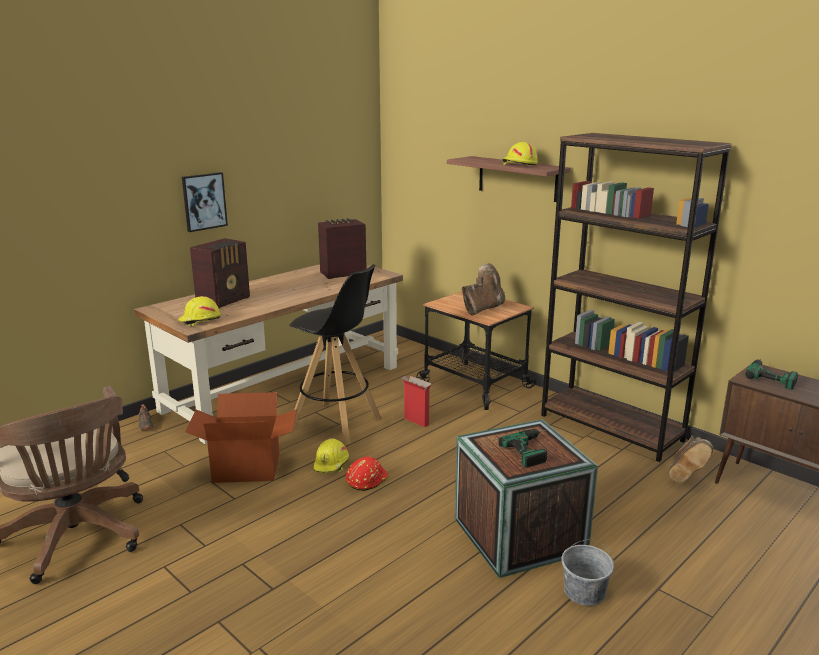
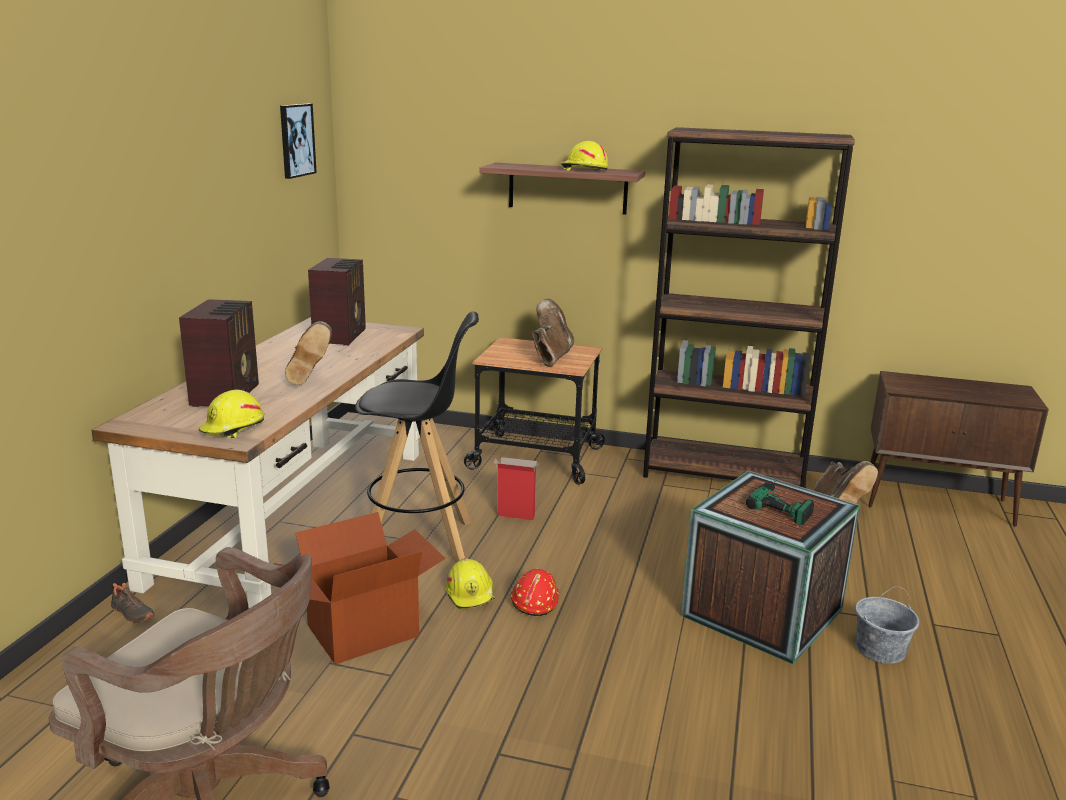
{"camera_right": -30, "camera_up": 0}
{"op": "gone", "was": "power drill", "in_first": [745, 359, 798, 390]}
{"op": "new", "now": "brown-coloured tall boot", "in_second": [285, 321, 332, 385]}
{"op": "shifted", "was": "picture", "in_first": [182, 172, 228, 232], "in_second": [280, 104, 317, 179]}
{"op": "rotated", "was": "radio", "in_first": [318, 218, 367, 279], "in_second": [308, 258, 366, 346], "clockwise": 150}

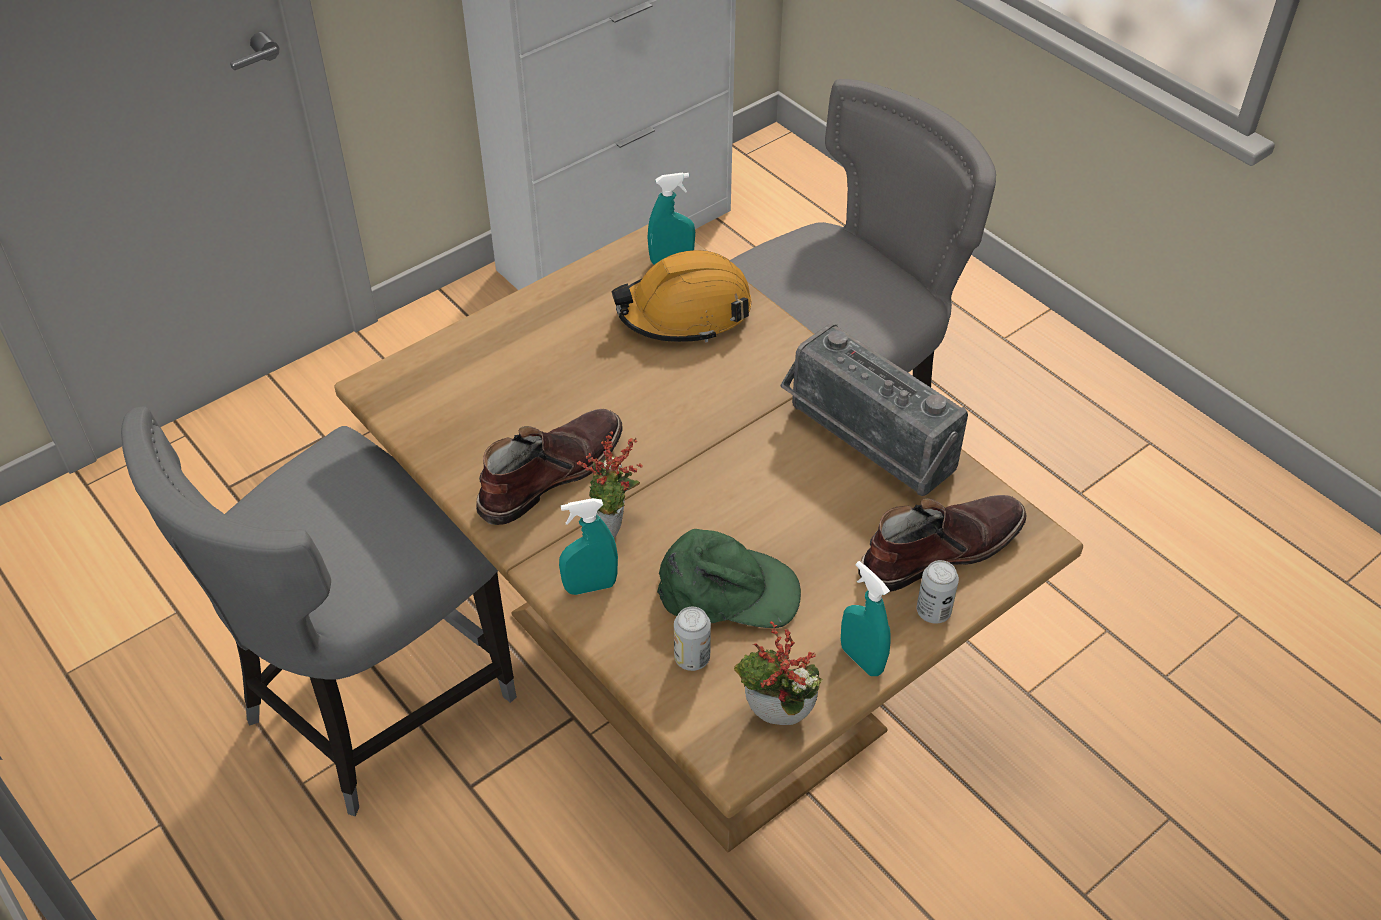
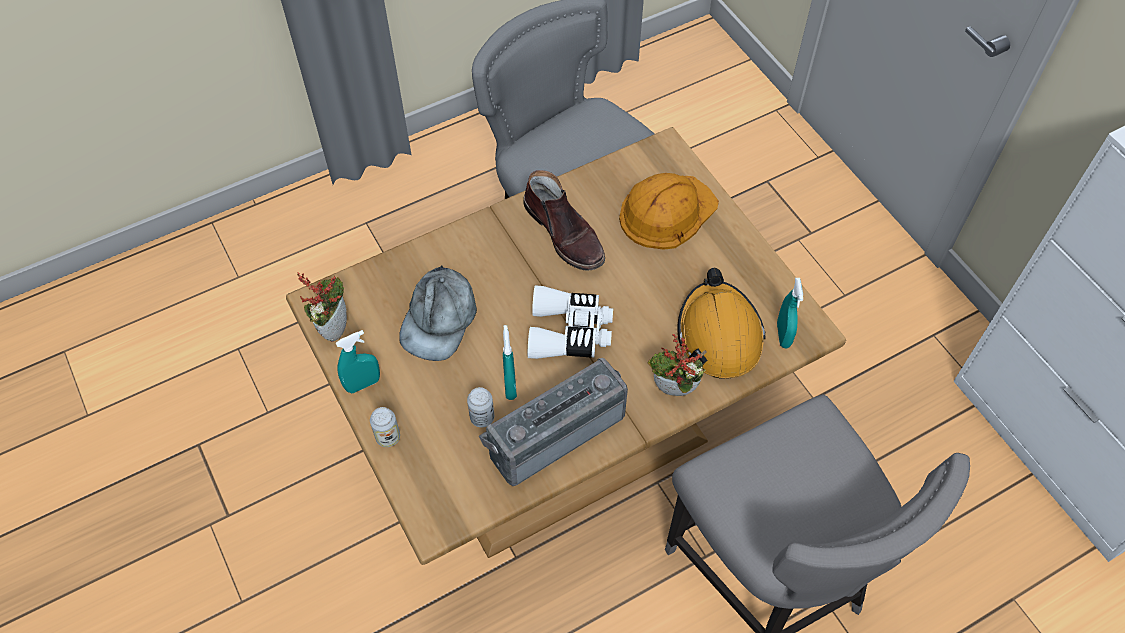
{"camera_right": 100, "camera_up": 10}
{"op": "gone", "was": "brown-coloured tall boot", "in_first": [858, 495, 1026, 592]}
{"op": "new", "now": "whitish field glasses", "in_second": [528, 286, 613, 359]}
{"op": "new", "now": "orangey safety helmet", "in_second": [619, 173, 719, 250]}
{"op": "shifted", "was": "turquoise-coloured hand sprayer", "in_first": [559, 498, 618, 595], "in_second": [503, 325, 517, 400]}
{"op": "shifted", "was": "houseplant", "in_first": [577, 431, 642, 538], "in_second": [648, 334, 705, 396]}
{"op": "shifted", "was": "metal can", "in_first": [674, 607, 711, 671], "in_second": [467, 387, 494, 428]}
{"op": "repainted", "was": "green cap", "now": "gray cap", "in_first": [657, 529, 801, 628], "in_second": [399, 266, 477, 361]}

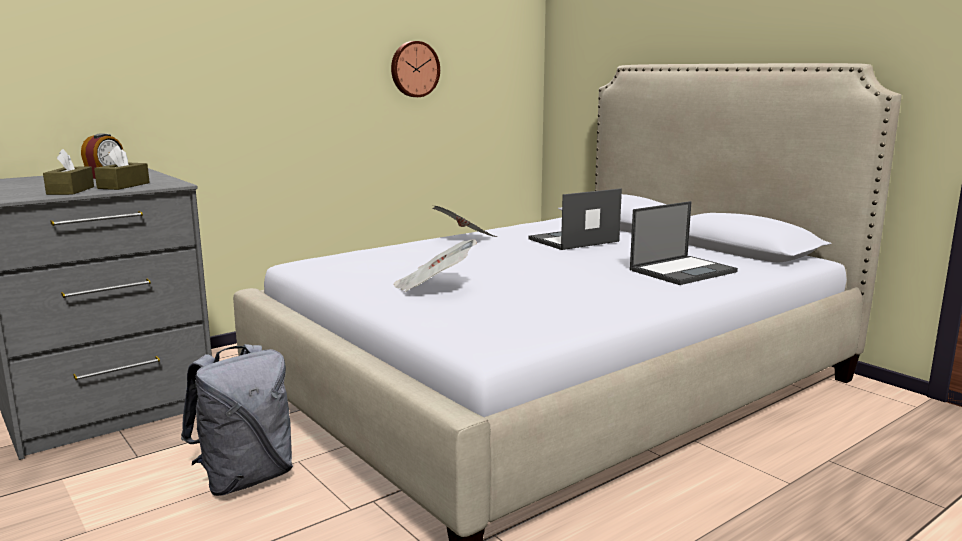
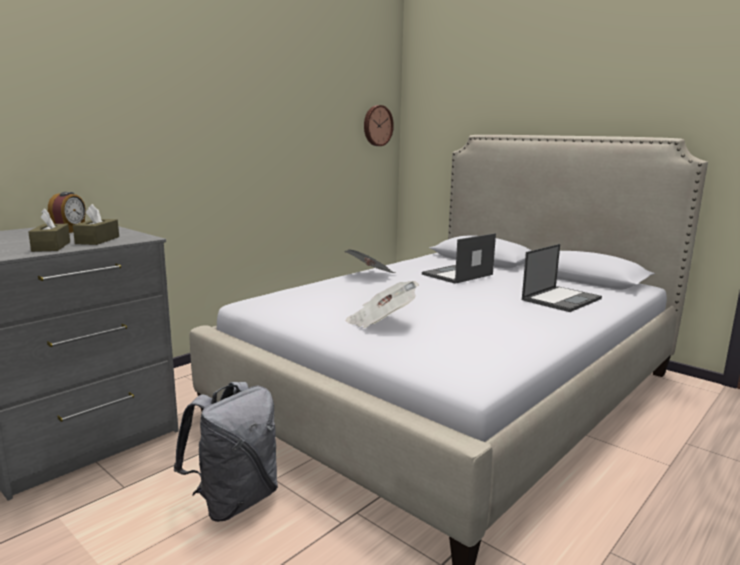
{"camera_right": -10, "camera_up": 0}
{"op": "shifted", "was": "wall clock", "in_first": [391, 41, 440, 97], "in_second": [364, 105, 394, 146]}

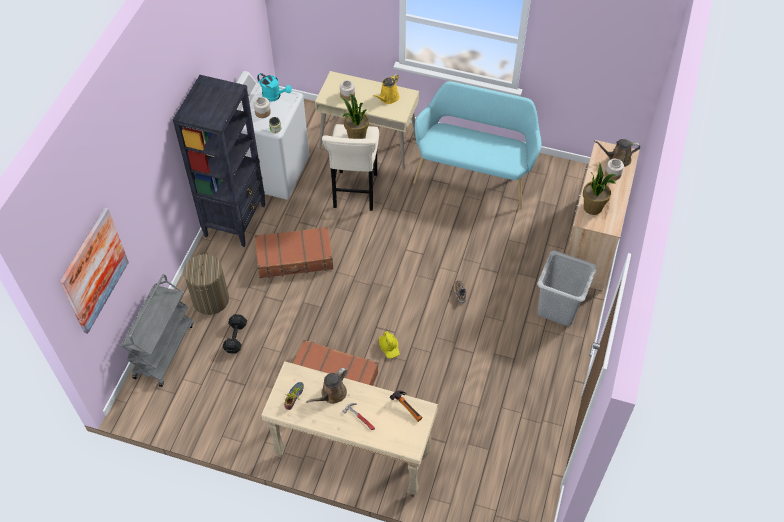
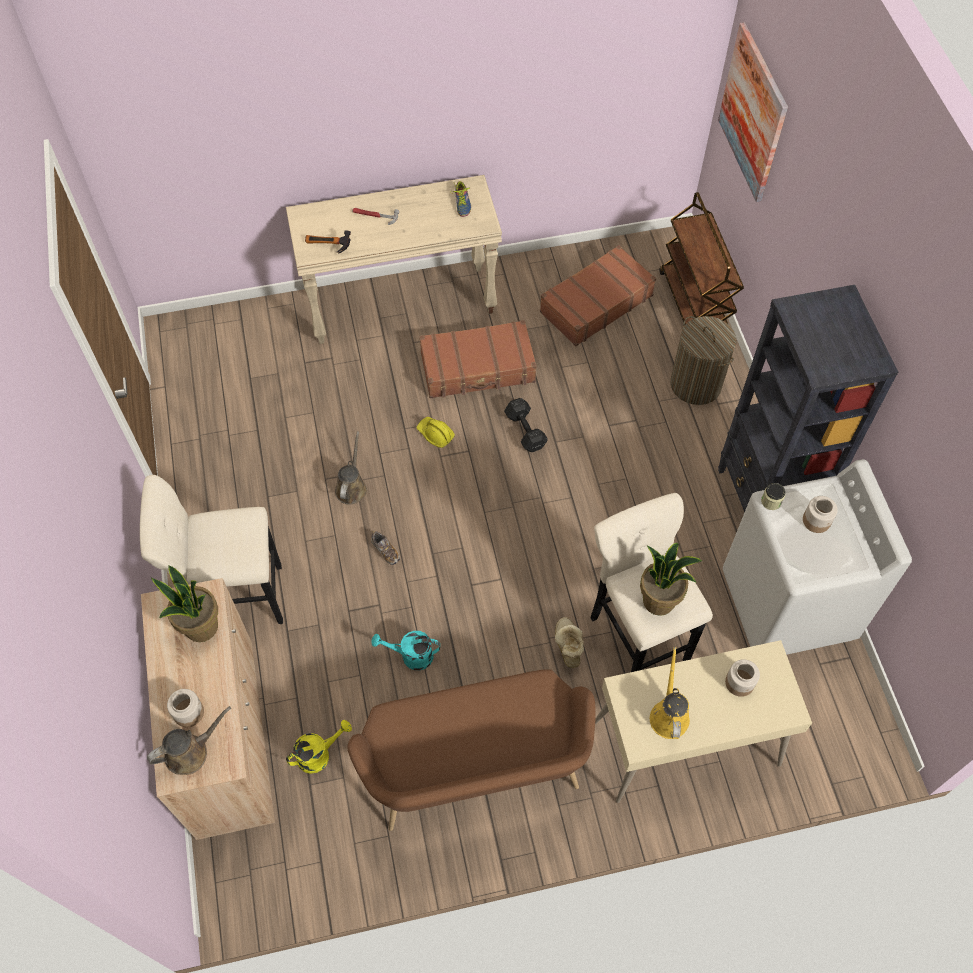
{"camera_right": 150, "camera_up": 5}
{"op": "new", "now": "yellowish sprinkling can", "in_second": [286, 720, 352, 774]}
{"op": "new", "now": "tall boot", "in_second": [555, 617, 584, 668]}
{"op": "shifted", "was": "black-coloured free weight", "in_first": [222, 314, 247, 354], "in_second": [504, 398, 548, 452]}
{"op": "shifted", "was": "brown-coloured piece of luggage", "in_first": [255, 226, 333, 278], "in_second": [540, 245, 656, 346]}
{"op": "shifted", "was": "turquoise-coloured sprinkling can", "in_first": [257, 73, 292, 102], "in_second": [371, 631, 440, 670]}
{"op": "shifted", "was": "brown-coloured sprinkling can", "in_first": [307, 368, 347, 404], "in_second": [335, 431, 367, 504]}
{"op": "swapped", "was": "gray laundry basket", "now": "sand-coloured stool seat", "in_first": [537, 250, 597, 326], "in_second": [140, 475, 283, 624]}
{"op": "repainted", "was": "gray wheeled cart", "now": "brown-coloured wheeled cart", "in_first": [121, 274, 194, 387], "in_second": [659, 192, 744, 324]}
{"op": "repainted", "was": "turquoise-coloured indoor bench", "now": "brown-coloured indoor bench", "in_first": [413, 81, 541, 209], "in_second": [348, 669, 596, 831]}

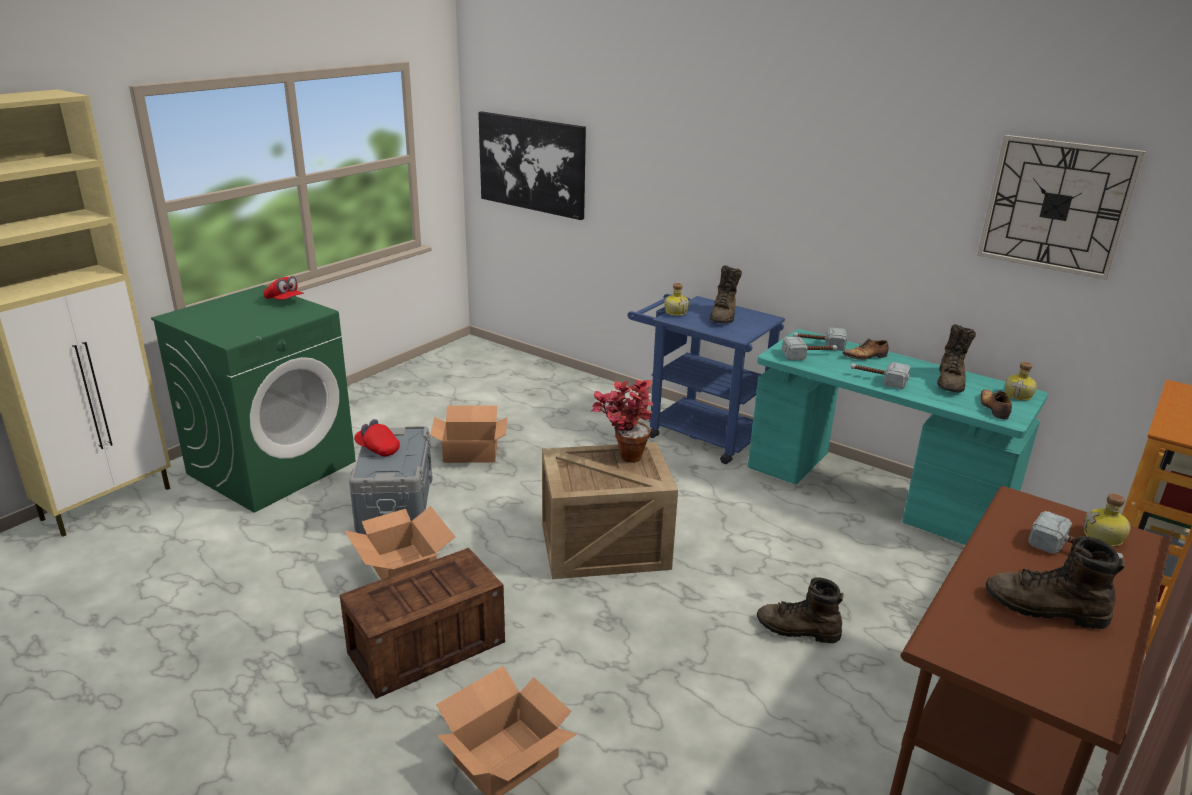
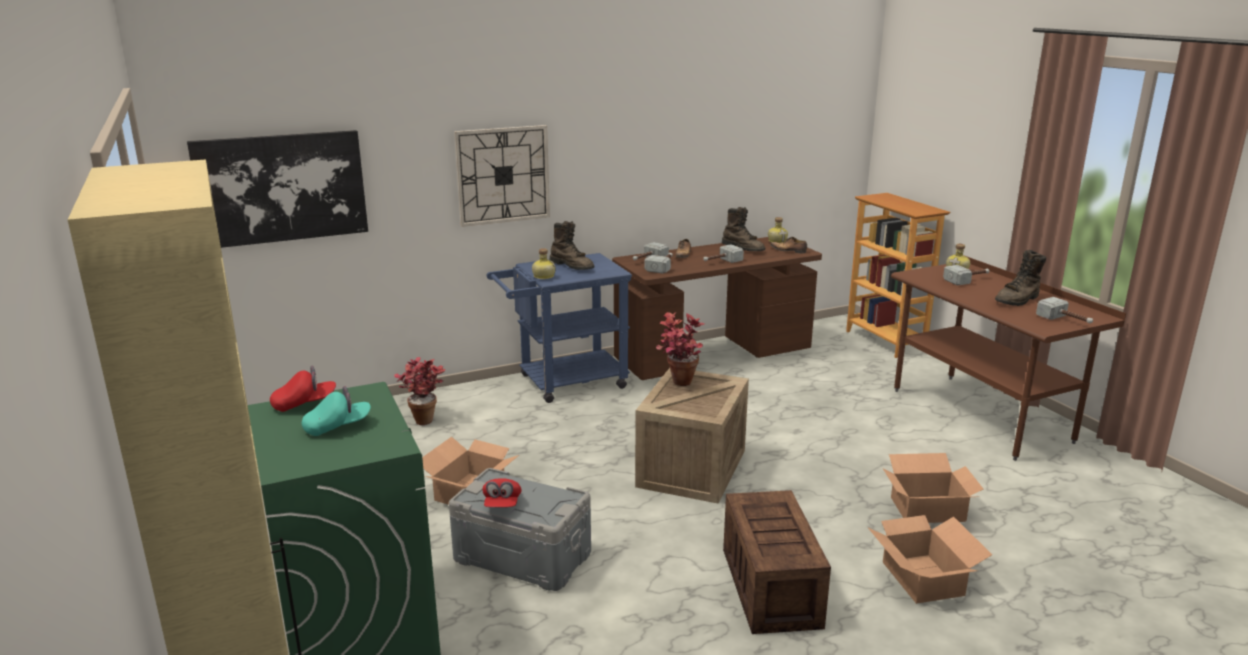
{"camera_right": -60, "camera_up": -5}
{"op": "gone", "was": "brown-coloured tall boot", "in_first": [757, 577, 844, 643]}
{"op": "new", "now": "turquoise-coloured cap", "in_second": [302, 386, 371, 436]}
{"op": "new", "now": "houseplant", "in_second": [394, 357, 445, 425]}
{"op": "new", "now": "hammer", "in_second": [1036, 297, 1093, 324]}
{"op": "shifted", "was": "carton", "in_first": [344, 506, 455, 579], "in_second": [883, 453, 983, 523]}
{"op": "shifted", "was": "wall clock", "in_first": [977, 135, 1146, 280], "in_second": [454, 125, 550, 227]}
{"op": "repainted", "was": "turquoise-coloured desk unit", "now": "brown-coloured desk unit", "in_first": [748, 329, 1048, 545], "in_second": [612, 237, 822, 380]}
{"op": "rotated", "was": "reddish cap", "in_first": [354, 419, 400, 457], "in_second": [482, 478, 522, 507], "clockwise": -60}

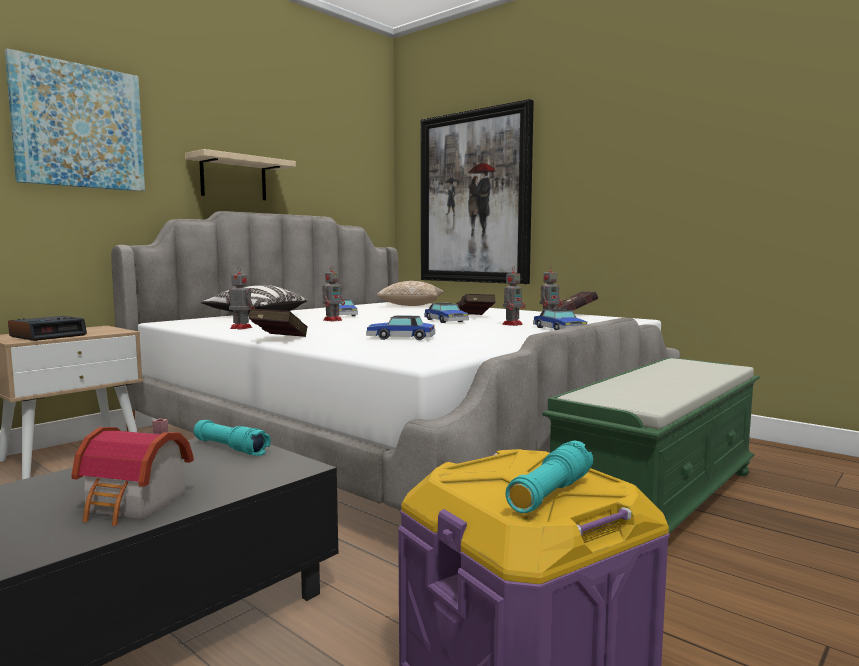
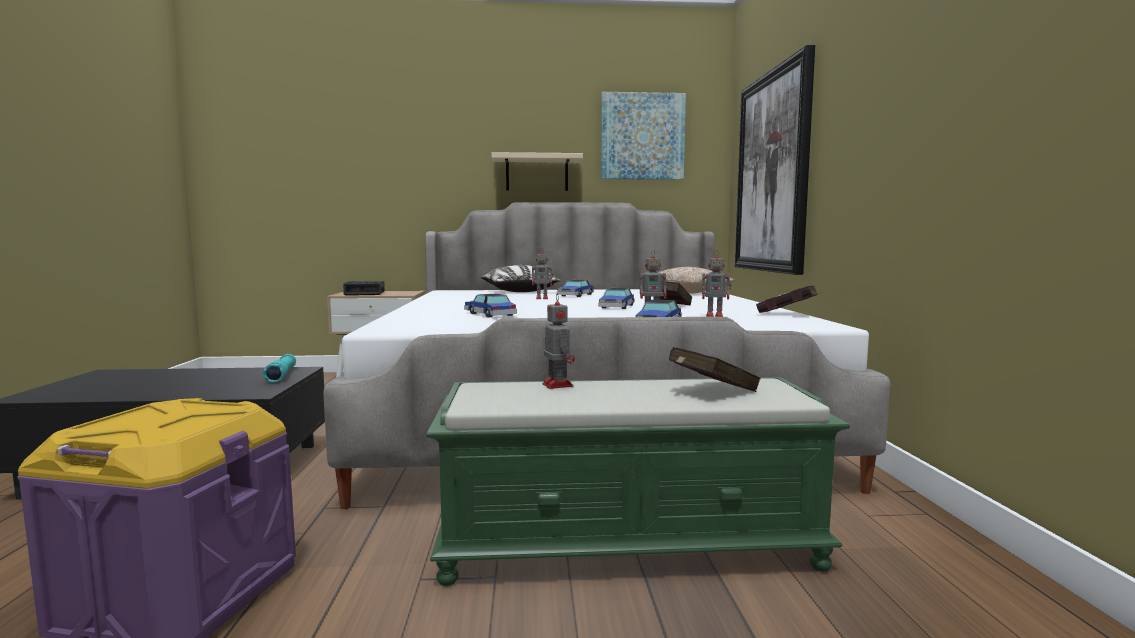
{"camera_right": 45, "camera_up": 0}
{"op": "gone", "was": "miniature house", "in_first": [71, 419, 194, 526]}
{"op": "gone", "was": "turquoise-coloured hand torch", "in_first": [505, 441, 593, 513]}
{"op": "shifted", "was": "picture", "in_first": [5, 49, 145, 191], "in_second": [601, 92, 686, 180]}
{"op": "shifted", "was": "model robot", "in_first": [226, 267, 255, 330], "in_second": [542, 293, 575, 389]}
{"op": "shifted", "was": "reddish book", "in_first": [249, 309, 308, 337], "in_second": [669, 347, 761, 392]}

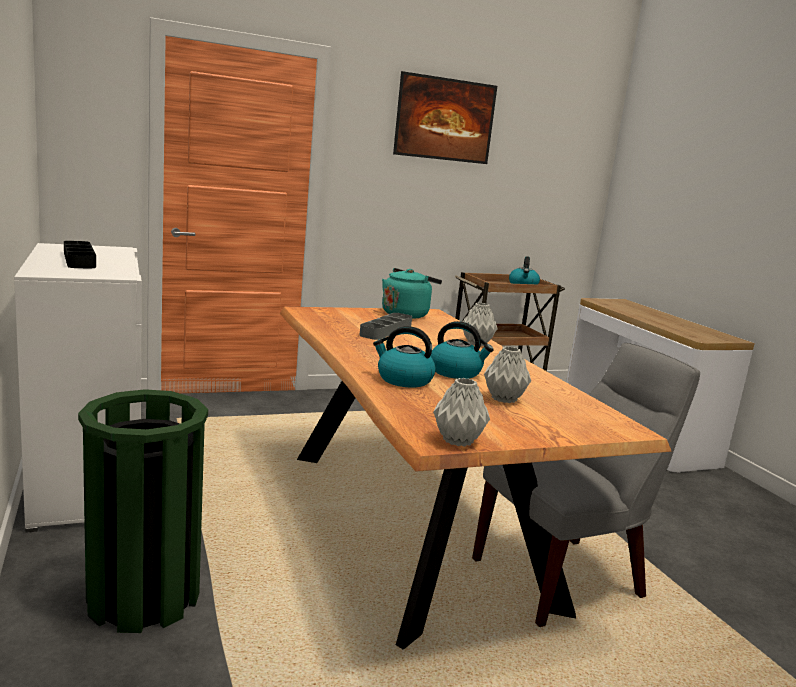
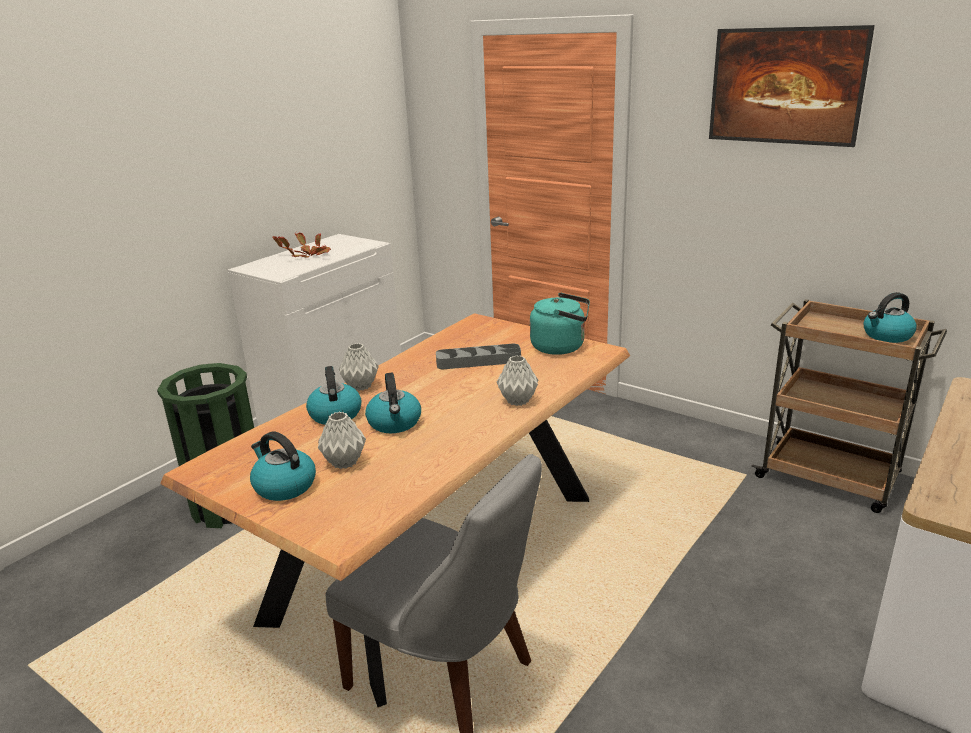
{"camera_right": 60, "camera_up": 10}
{"op": "new", "now": "kettle", "in_second": [250, 431, 316, 501]}
{"op": "shifted", "was": "gray decorative vase", "in_first": [433, 378, 490, 447], "in_second": [339, 343, 379, 391]}
{"op": "swapped", "was": "black-coloured carrying tray", "now": "houseplant", "in_first": [64, 241, 96, 268], "in_second": [272, 232, 331, 258]}

